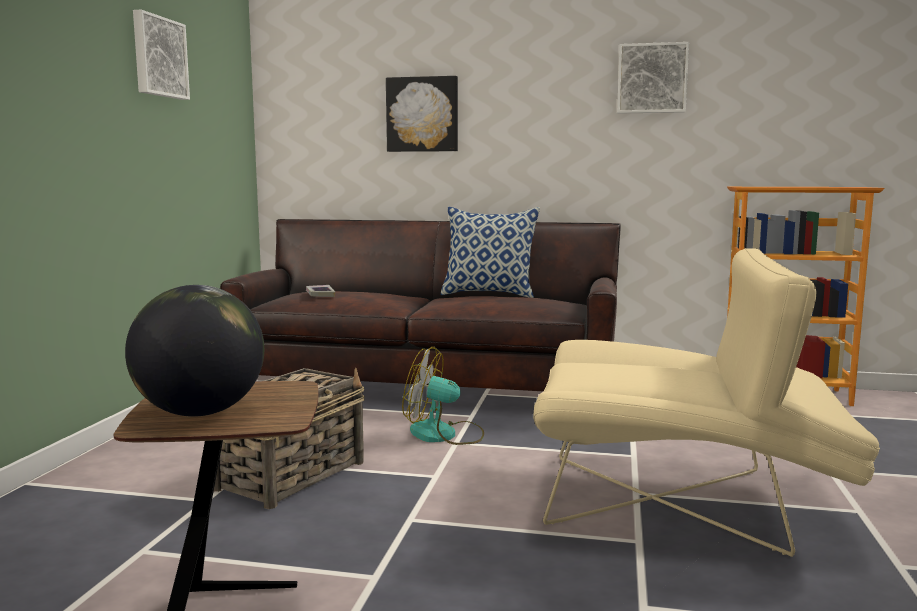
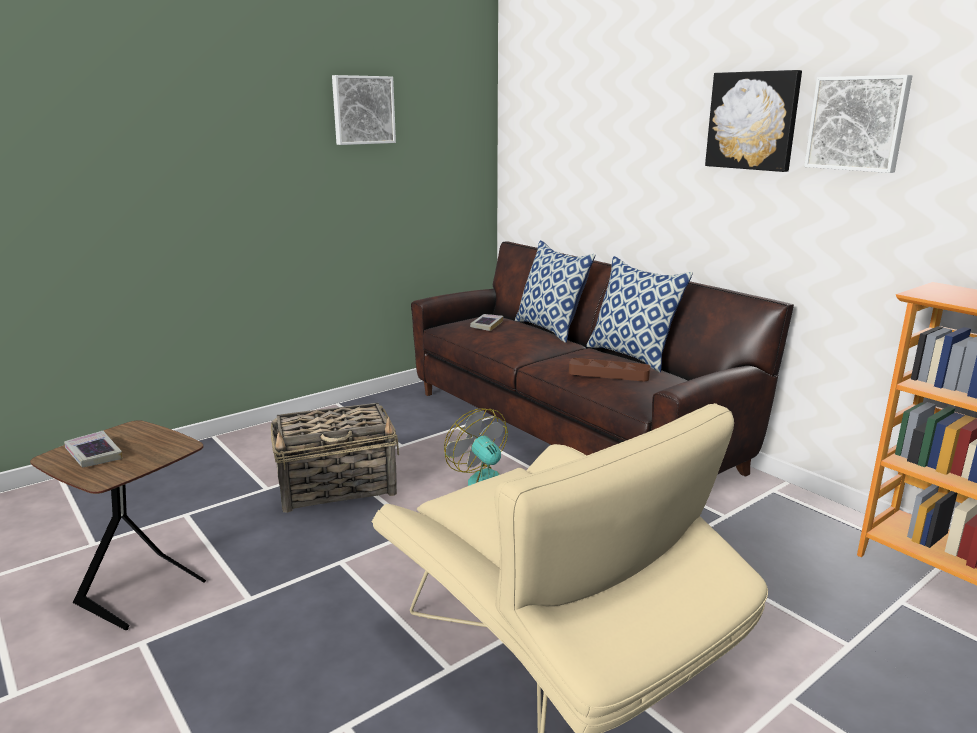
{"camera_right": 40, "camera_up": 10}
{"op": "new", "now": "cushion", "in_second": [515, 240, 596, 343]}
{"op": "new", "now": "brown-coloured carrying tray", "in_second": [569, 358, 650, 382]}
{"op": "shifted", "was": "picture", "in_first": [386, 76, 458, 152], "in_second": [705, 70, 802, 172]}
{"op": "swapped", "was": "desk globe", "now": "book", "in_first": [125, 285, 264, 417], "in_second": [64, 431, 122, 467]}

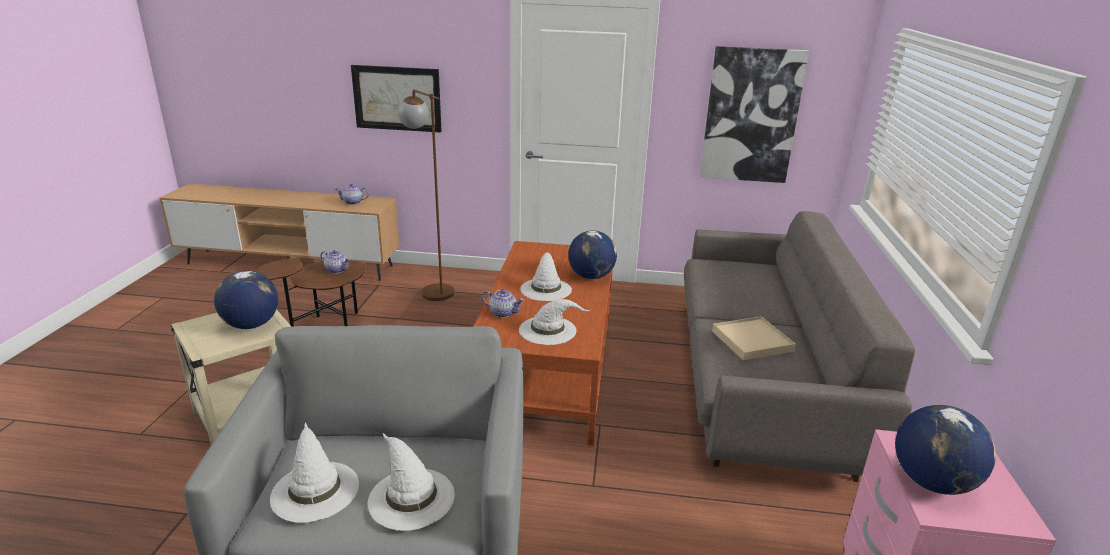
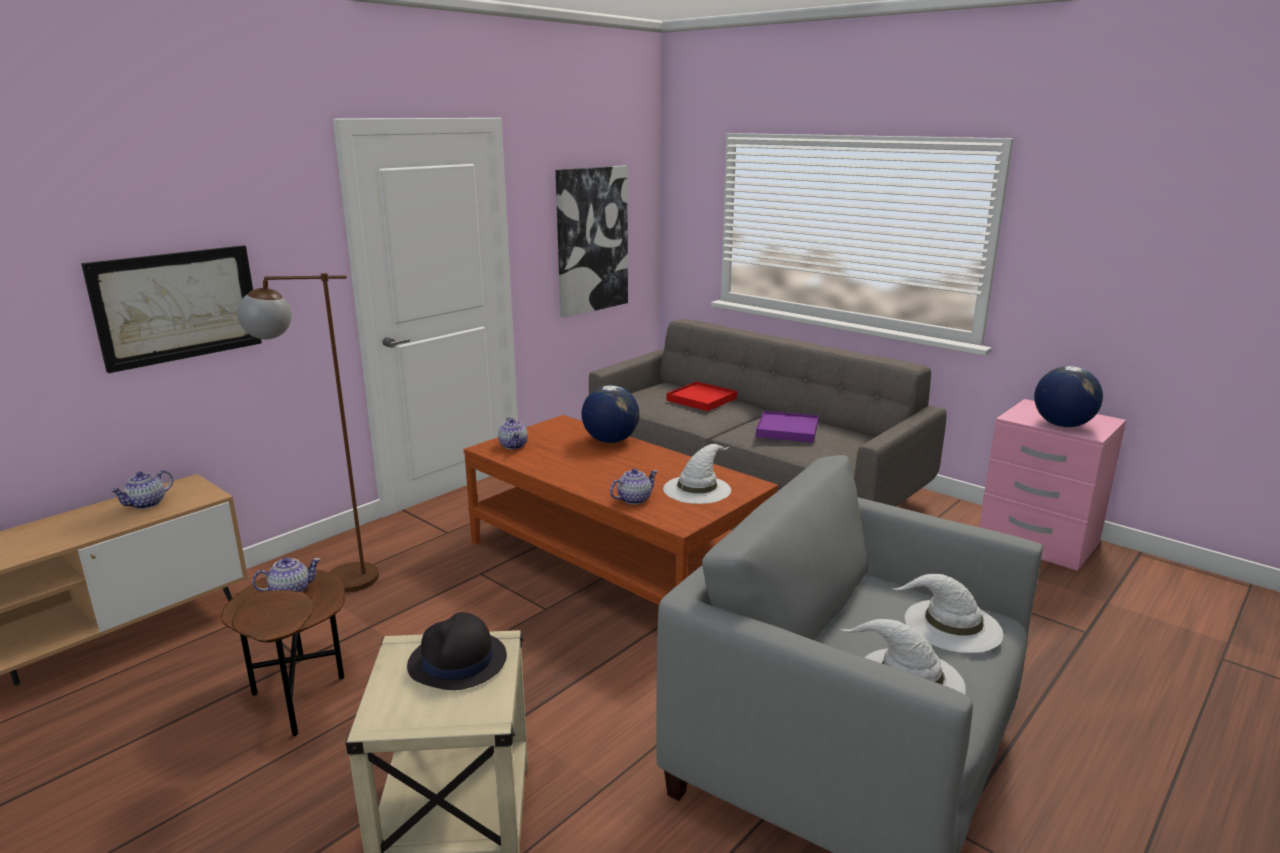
{"camera_right": -55, "camera_up": -5}
{"op": "gone", "was": "whitish clothing hat", "in_first": [520, 252, 572, 301]}
{"op": "new", "now": "pot for tea", "in_second": [498, 418, 528, 449]}
{"op": "new", "now": "reddish carrying tray", "in_second": [667, 381, 737, 411]}
{"op": "swapped", "was": "desk globe", "now": "black-coloured clothing hat", "in_first": [214, 271, 278, 329], "in_second": [407, 612, 507, 690]}
{"op": "repainted", "was": "sand-coloured carrying tray", "now": "purplish carrying tray", "in_first": [712, 316, 796, 361], "in_second": [756, 411, 819, 443]}

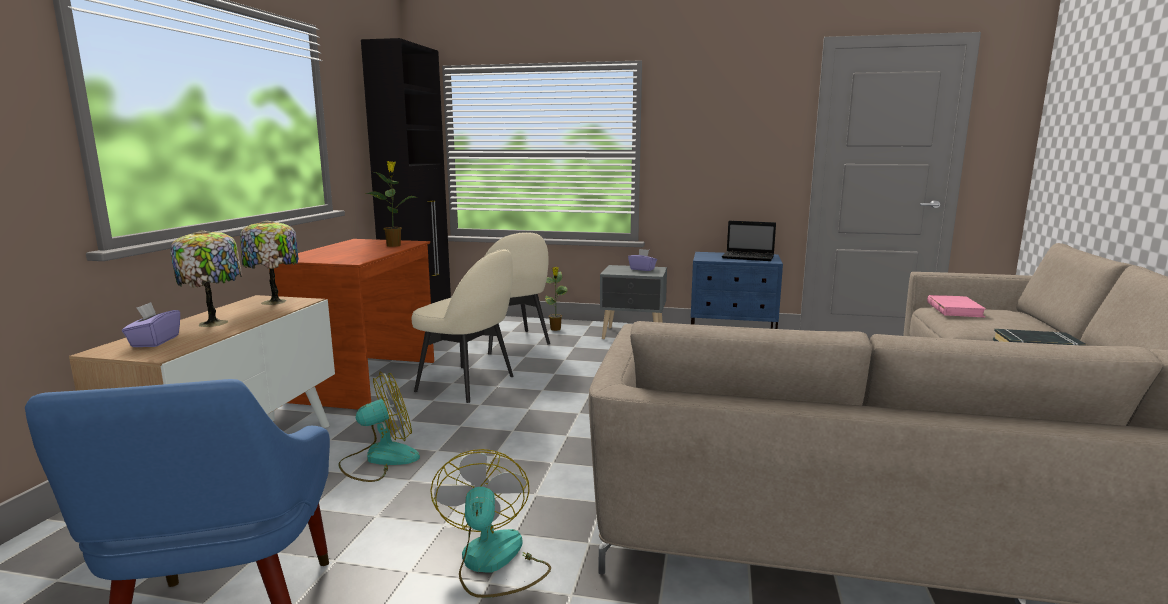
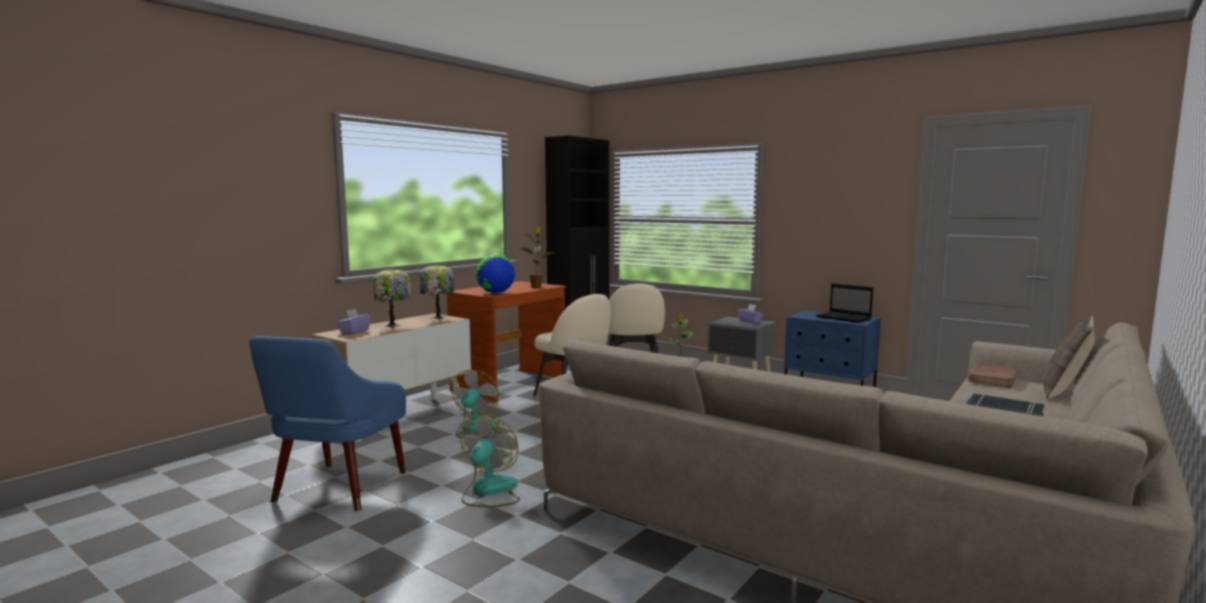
{"camera_right": 25, "camera_up": -5}
{"op": "new", "now": "desk globe", "in_second": [476, 254, 515, 293]}
{"op": "new", "now": "cushion", "in_second": [1043, 315, 1095, 400]}
{"op": "repainted", "was": "pinkish book", "now": "brown-coloured book", "in_first": [927, 295, 986, 317], "in_second": [968, 364, 1017, 388]}
{"op": "rotated", "was": "cooling fan", "in_first": [338, 372, 420, 482], "in_second": [451, 370, 502, 439], "clockwise": -75}

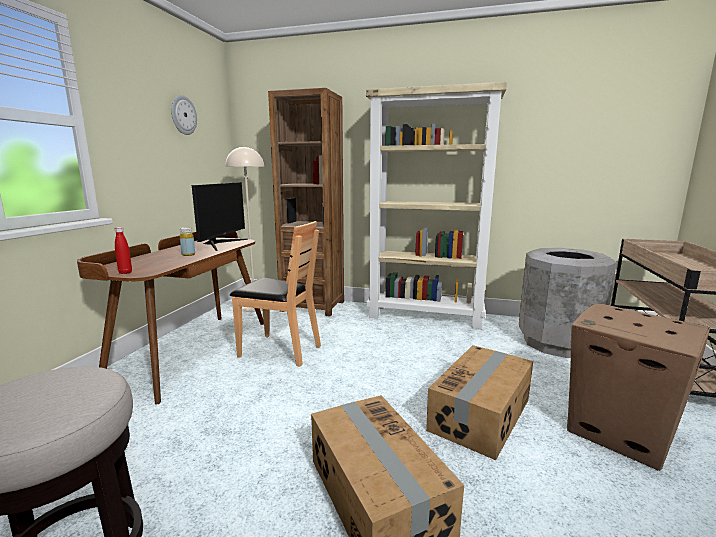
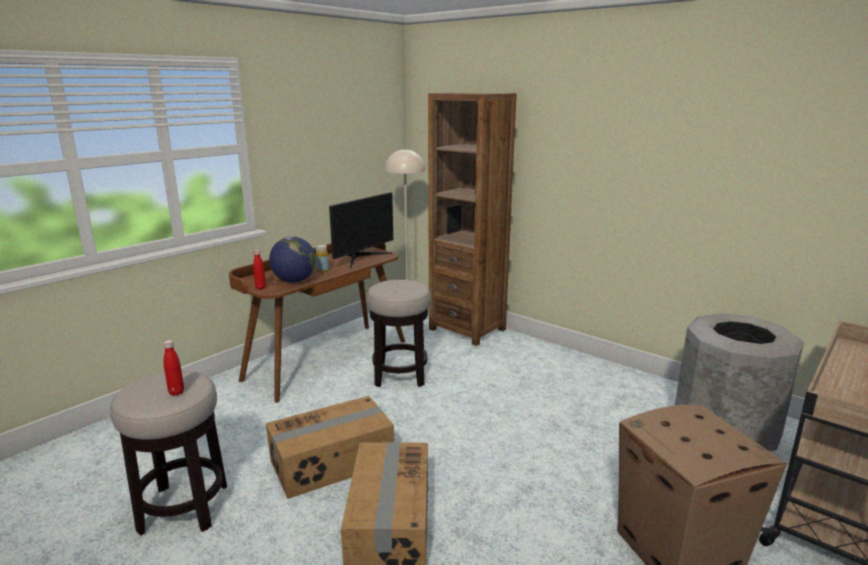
{"camera_right": 25, "camera_up": 5}
{"op": "gone", "was": "wall clock", "in_first": [171, 95, 197, 135]}
{"op": "gone", "was": "sand-coloured bookshelf", "in_first": [366, 82, 507, 329]}
{"op": "new", "now": "reddish bottle", "in_second": [163, 340, 184, 396]}
{"op": "new", "now": "desk globe", "in_second": [269, 237, 316, 283]}
{"op": "shifted", "was": "carton", "in_first": [426, 345, 533, 460], "in_second": [266, 396, 394, 499]}
{"op": "swapped", "was": "brown-coloured plain chair", "now": "stool seat", "in_first": [230, 221, 321, 367], "in_second": [366, 280, 431, 387]}

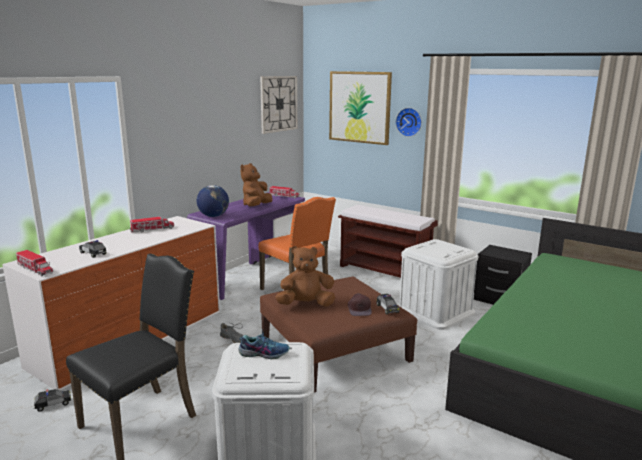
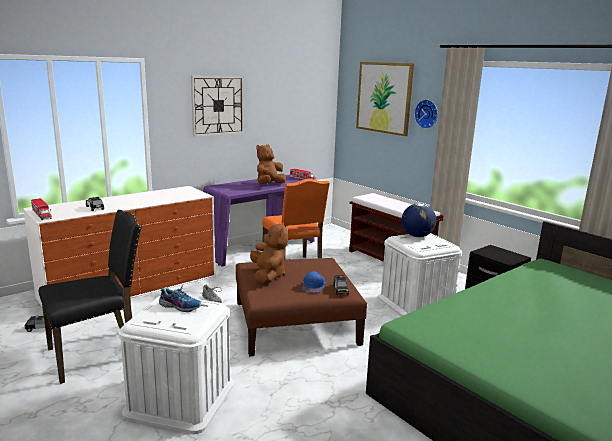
{"camera_right": 15, "camera_up": 0}
{"op": "gone", "was": "model truck", "in_first": [130, 217, 174, 233]}
{"op": "shifted", "was": "desk globe", "in_first": [197, 185, 229, 217], "in_second": [402, 203, 436, 237]}
{"op": "shifted", "was": "wall clock", "in_first": [260, 76, 297, 134], "in_second": [191, 76, 244, 137]}
{"op": "repainted", "was": "brown-coloured cap", "now": "blue cap", "in_first": [348, 293, 372, 316], "in_second": [302, 271, 326, 293]}
{"op": "rotated", "was": "brown-coloured cuddly toy", "in_first": [275, 246, 335, 306], "in_second": [250, 222, 288, 284], "clockwise": 75}

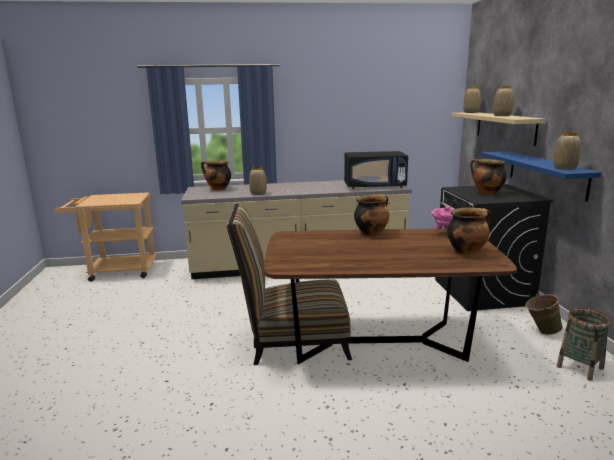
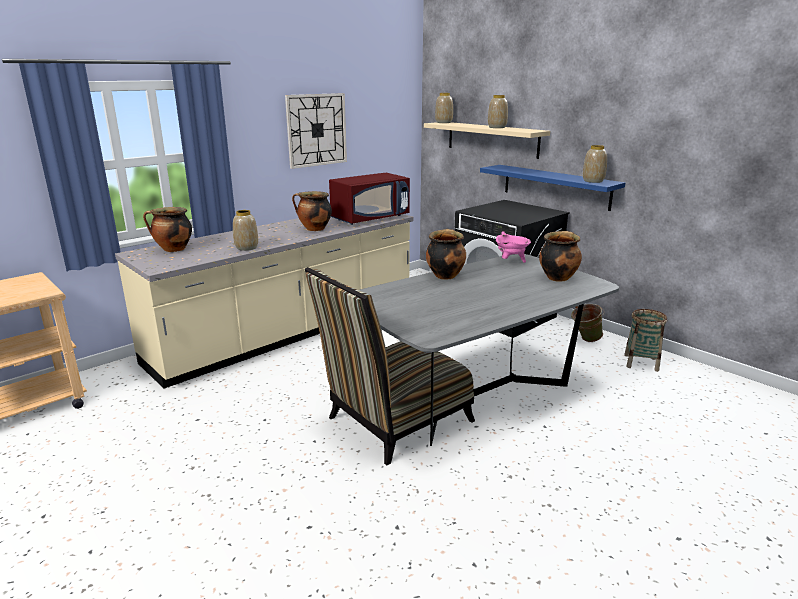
{"camera_right": -35, "camera_up": 5}
{"op": "new", "now": "wall clock", "in_second": [285, 93, 347, 169]}
{"op": "shifted", "was": "saucepot", "in_first": [470, 159, 507, 195], "in_second": [292, 191, 332, 231]}
{"op": "repainted", "was": "brown-coloured kitchen table", "now": "gray kitchen table", "in_first": [264, 229, 517, 364], "in_second": [359, 254, 619, 446]}
{"op": "repainted", "was": "black-coloured microwave", "now": "reddish microwave", "in_first": [344, 151, 408, 189], "in_second": [329, 173, 410, 225]}

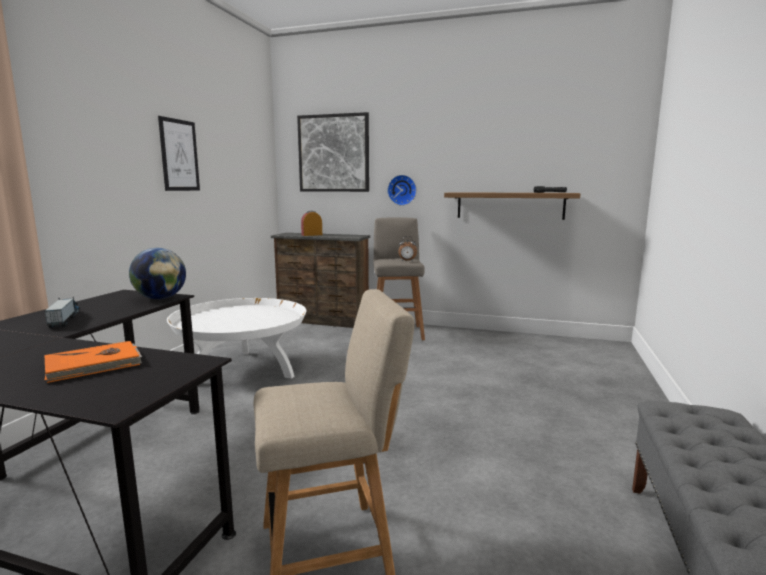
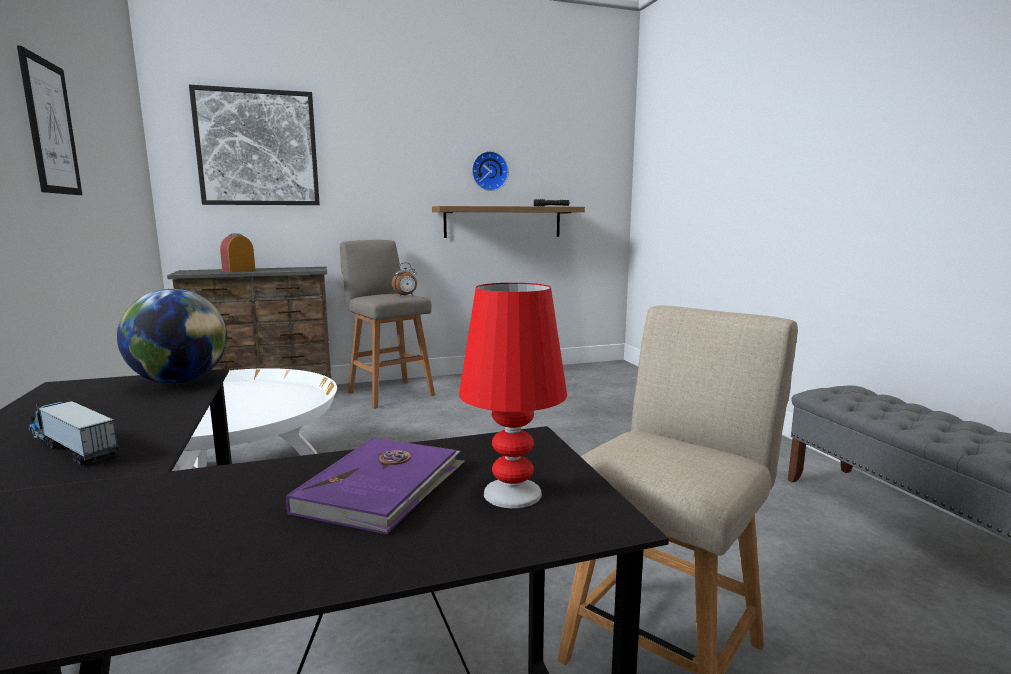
{"camera_right": -35, "camera_up": 0}
{"op": "new", "now": "reddish lamp for a table", "in_second": [459, 283, 567, 508]}
{"op": "shifted", "was": "wall clock", "in_first": [387, 175, 417, 206], "in_second": [472, 151, 509, 191]}
{"op": "repainted", "was": "orangey book", "now": "purplish book", "in_first": [44, 341, 142, 383], "in_second": [286, 438, 465, 535]}

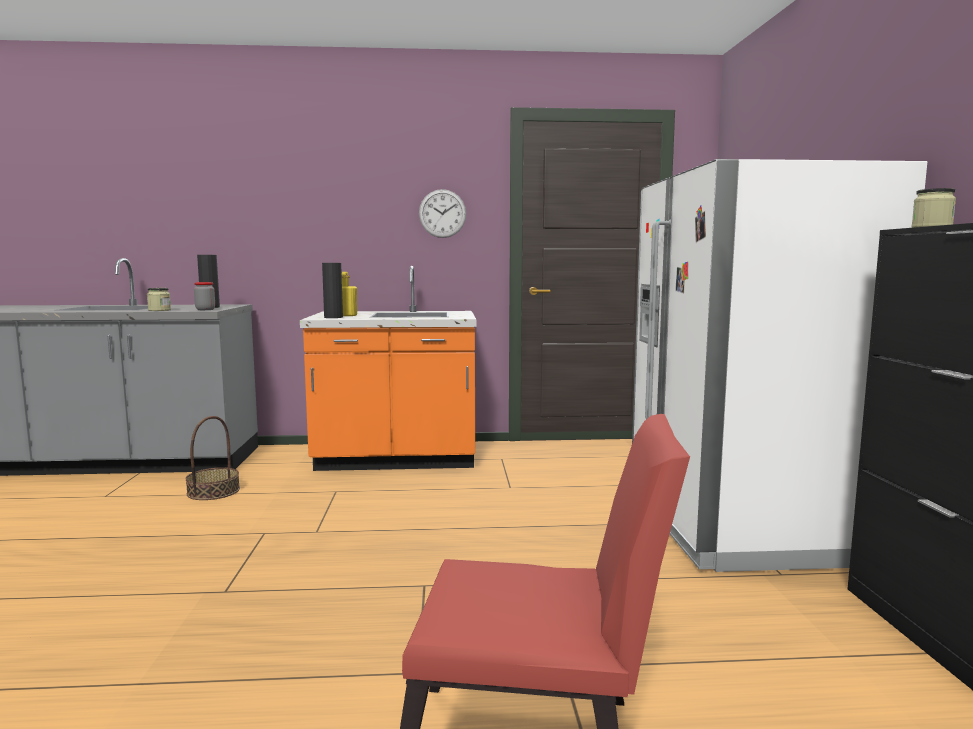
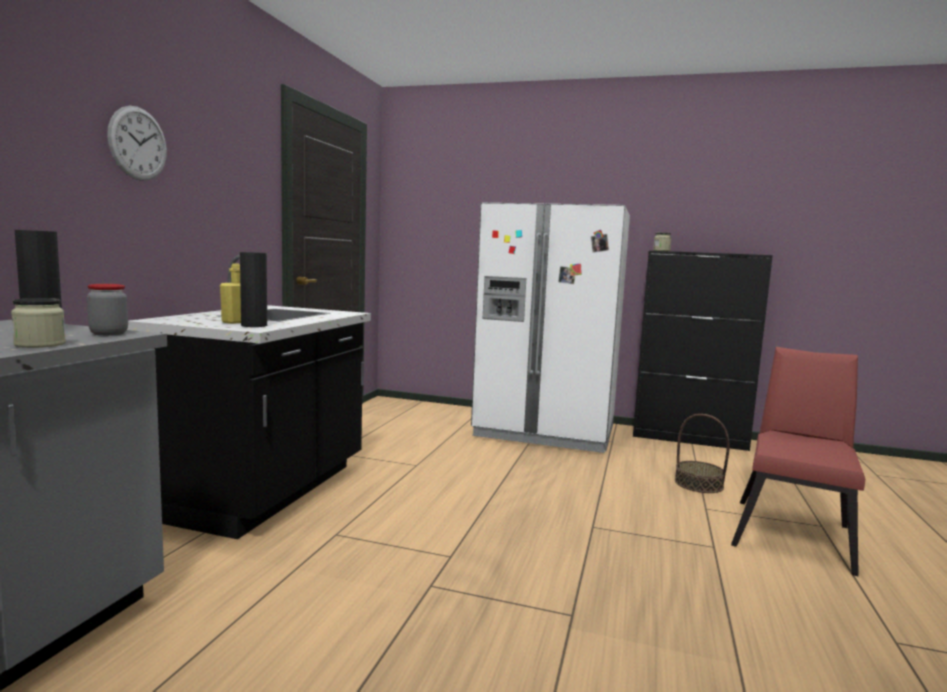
{"camera_right": -70, "camera_up": 0}
{"op": "shifted", "was": "basket", "in_first": [185, 416, 240, 500], "in_second": [675, 414, 730, 493]}
{"op": "shifted", "was": "wall clock", "in_first": [419, 189, 466, 238], "in_second": [107, 106, 167, 181]}
{"op": "repainted", "was": "orangey kitchen base unit", "now": "black-coloured kitchen base unit", "in_first": [300, 266, 476, 471], "in_second": [127, 255, 371, 539]}

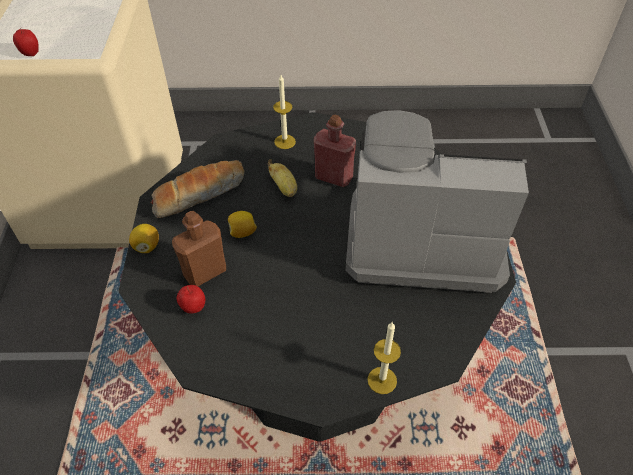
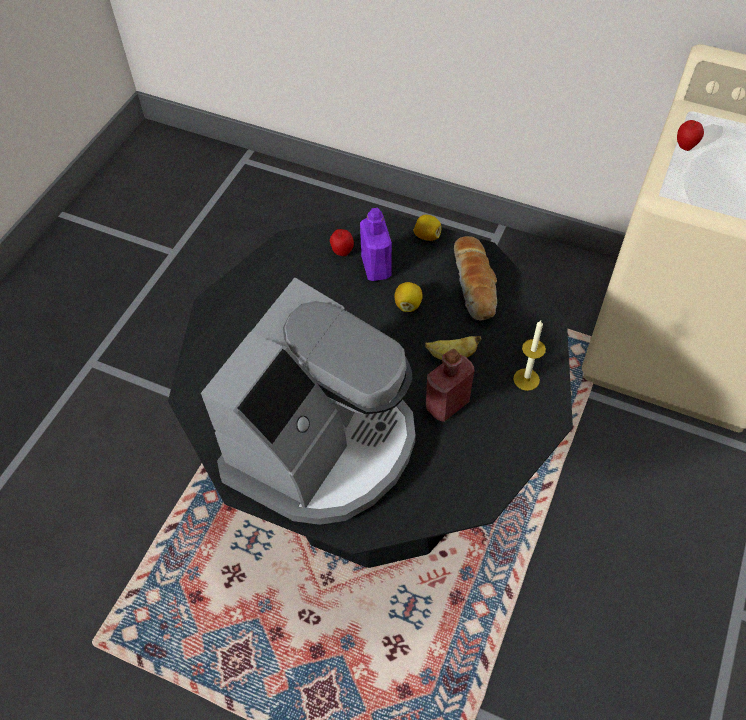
{"camera_right": 115, "camera_up": 5}
{"op": "gone", "was": "wax light", "in_first": [368, 322, 401, 394]}
{"op": "repainted", "was": "brown-coloured bottle", "now": "purplish bottle", "in_first": [172, 211, 226, 286], "in_second": [360, 208, 392, 281]}

